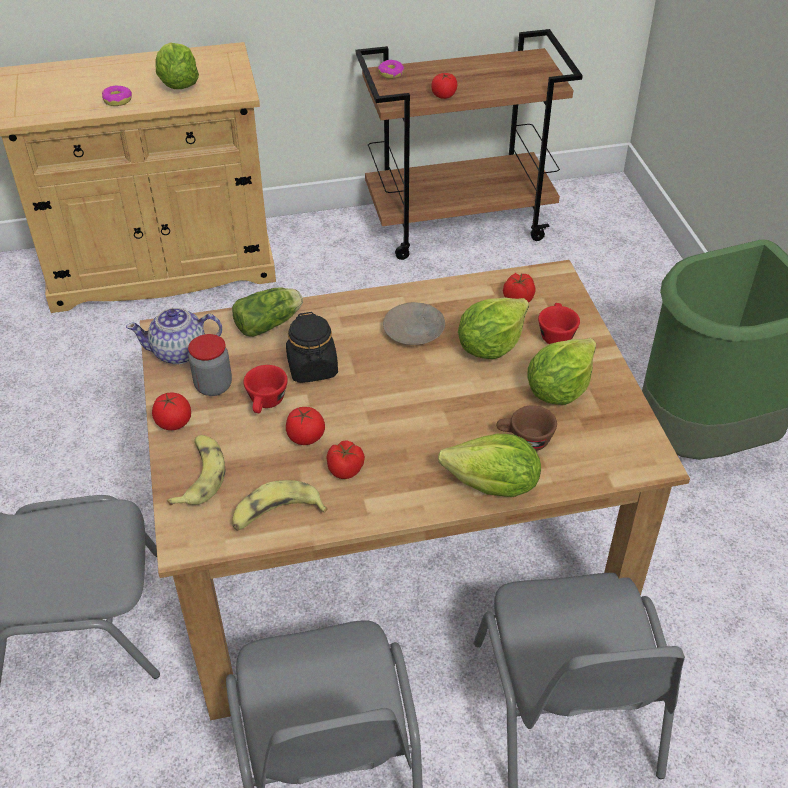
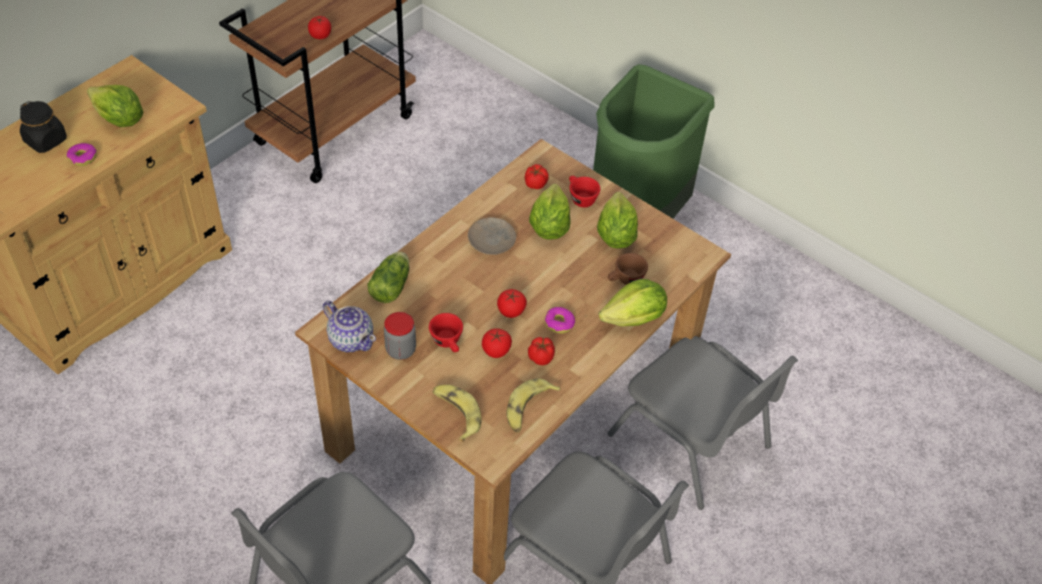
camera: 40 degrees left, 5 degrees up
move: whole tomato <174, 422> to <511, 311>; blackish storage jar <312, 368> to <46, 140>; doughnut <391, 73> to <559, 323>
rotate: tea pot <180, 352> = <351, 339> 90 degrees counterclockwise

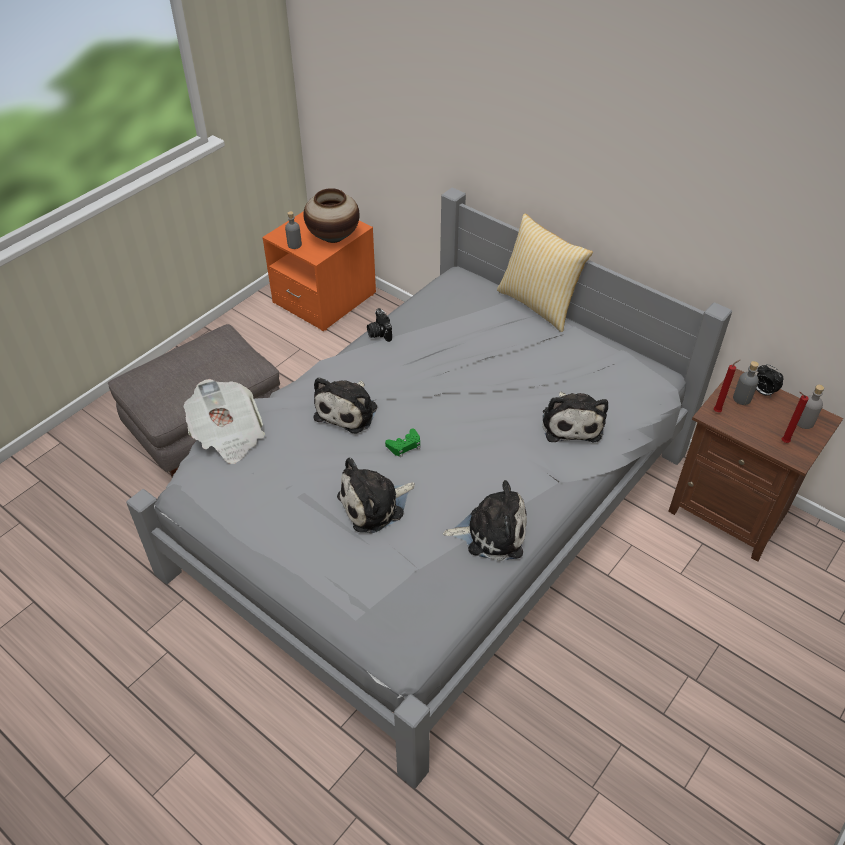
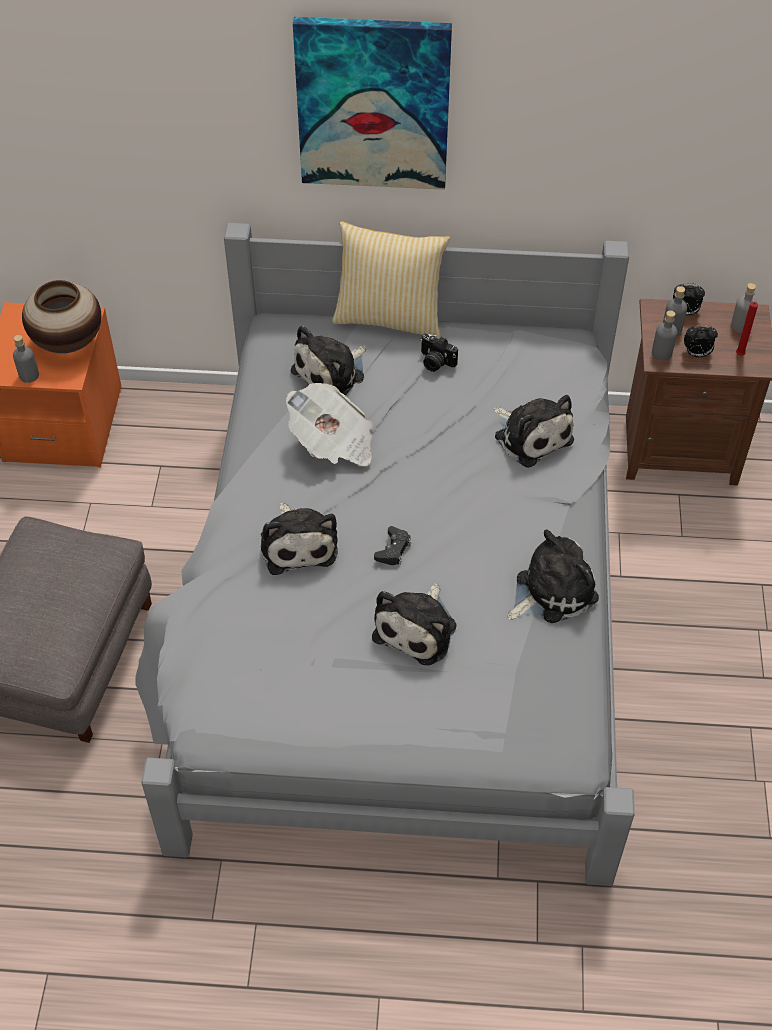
camera: 35 degrees left, 5 degrees up
insert: cuddly toy <332, 373>; wall picture <373, 104>; bedside clock <696, 354>
move: daily paper <228, 435> to <333, 443>; still camera <379, 333> to <435, 362>
replace: red candle <718, 411> to grey bottle <661, 353>
recolor: green-coloured joypad <404, 445> to blackish joypad <393, 550>

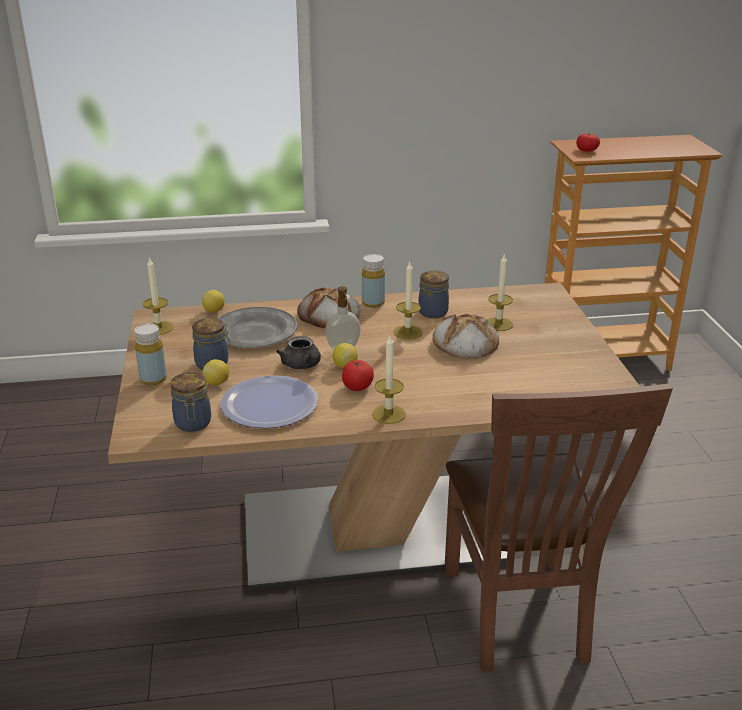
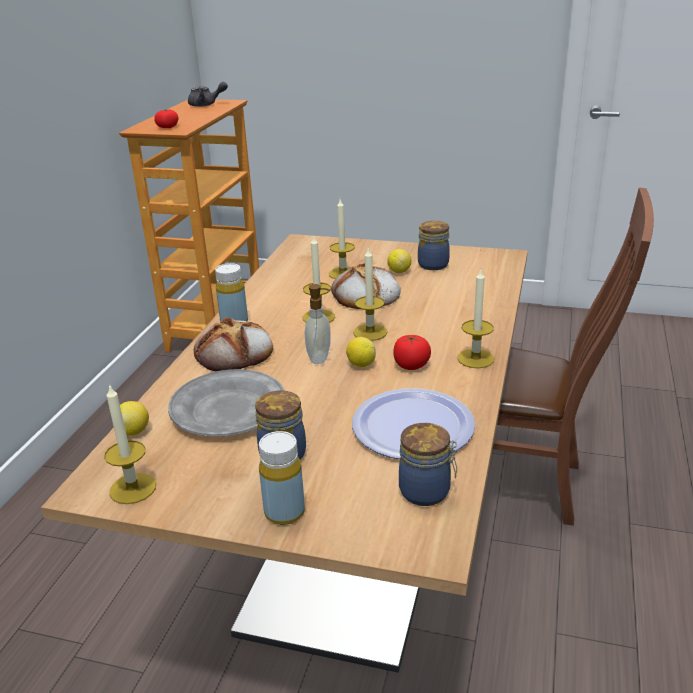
camera: 65 degrees left, 0 degrees up
insert: candle <370, 332>
move: citrus fruit <217, 383> to <399, 271>; grey tea pot <303, 365> to <206, 105>; storage jar <434, 312> to <432, 264>

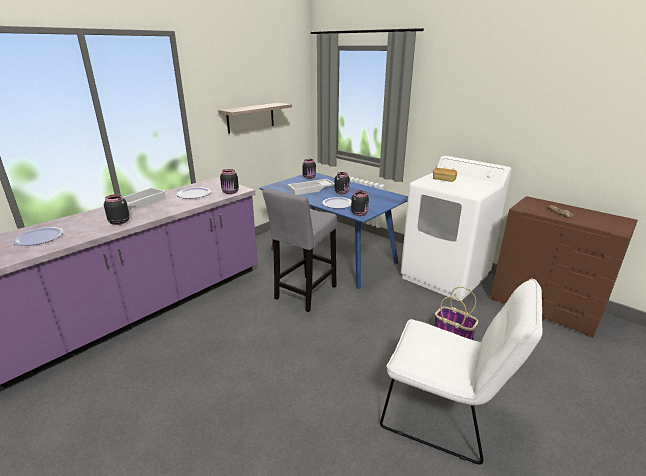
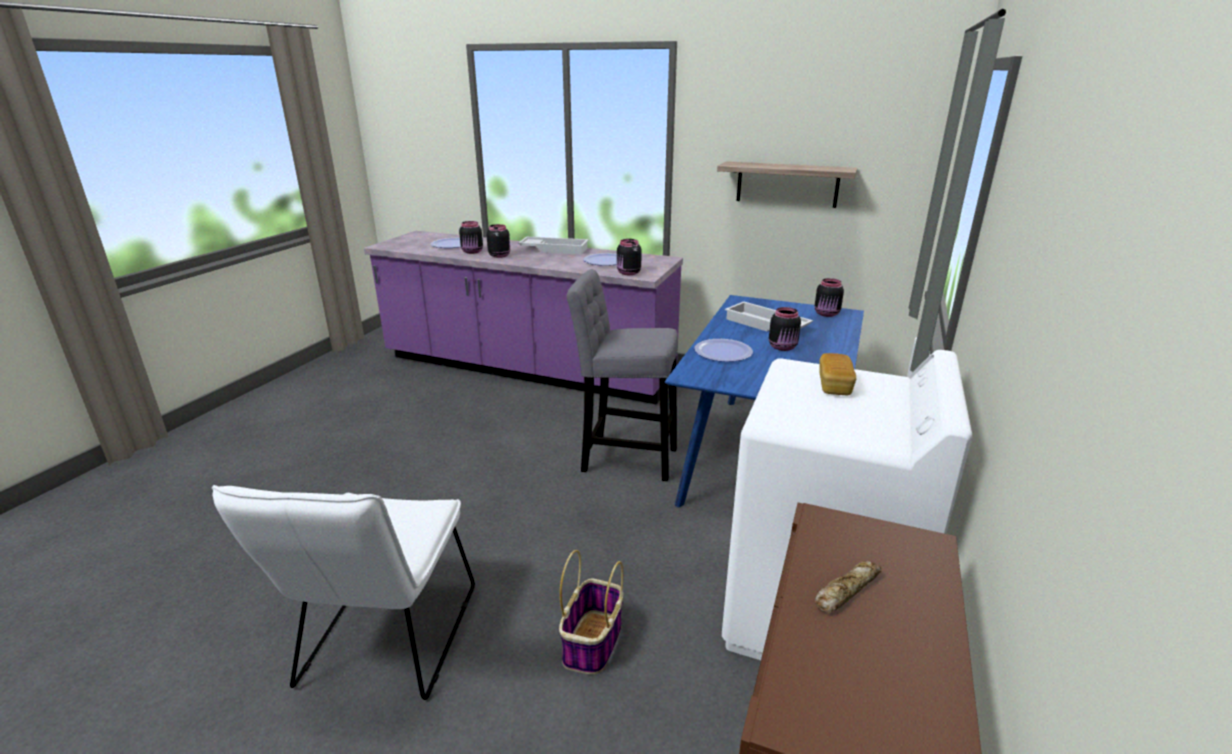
camera: 70 degrees right, 0 degrees up
move: blackish storage jar <360, 214> to <472, 252>

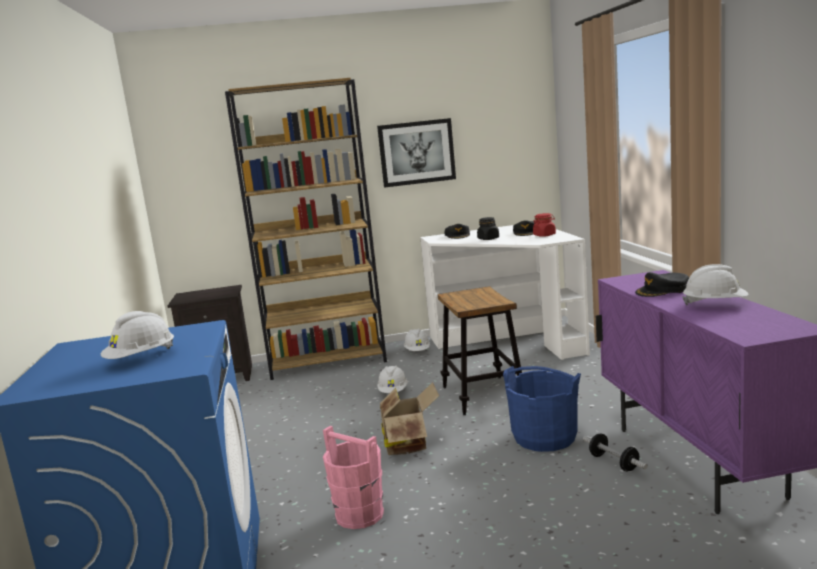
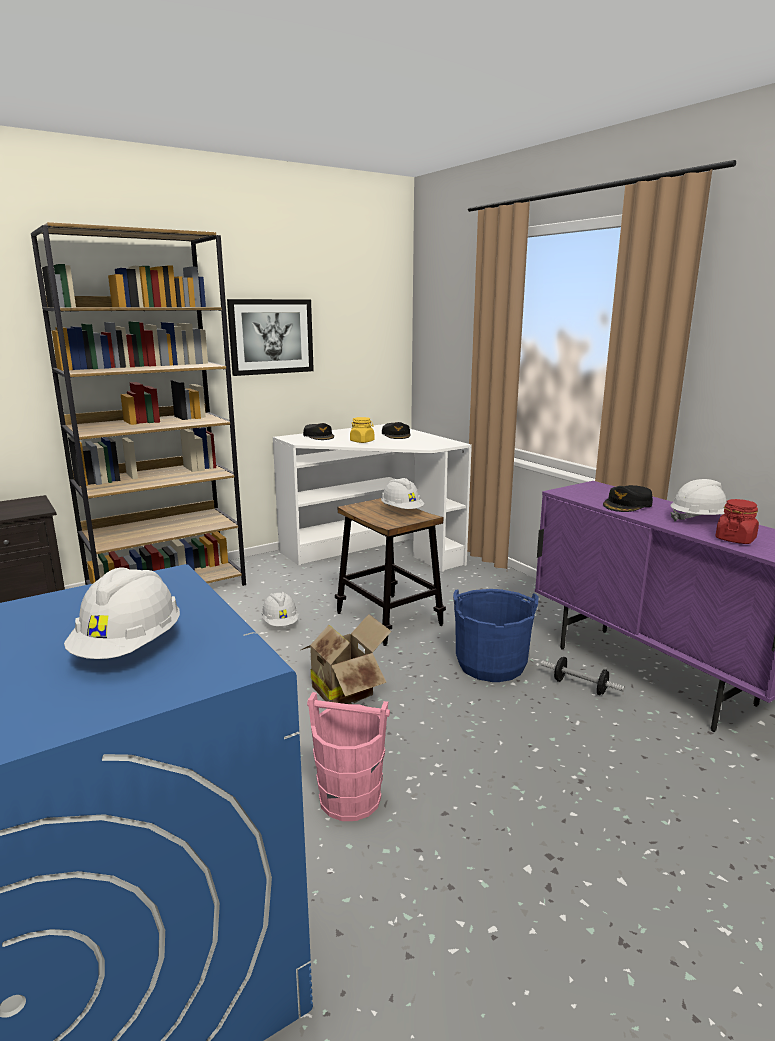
camera: 25 degrees left, 5 degrees up
move: whitish safety helmet <417, 351> to <402, 510>; red storage jar <544, 235> to <735, 539>
recolor: blackish storage jar <488, 239> to yellow storage jar <362, 441>

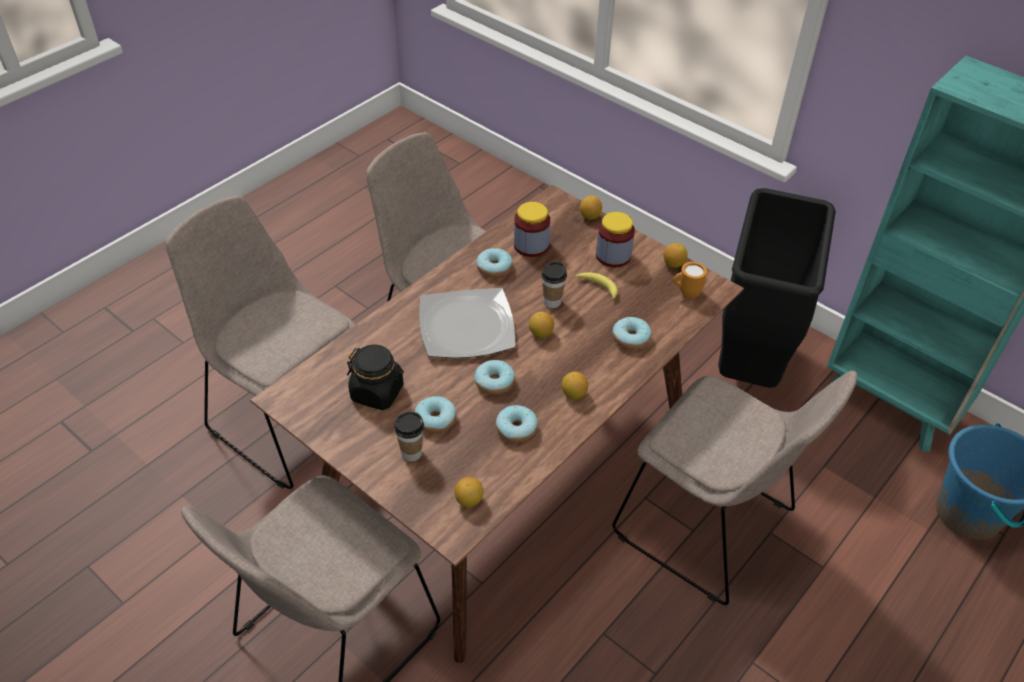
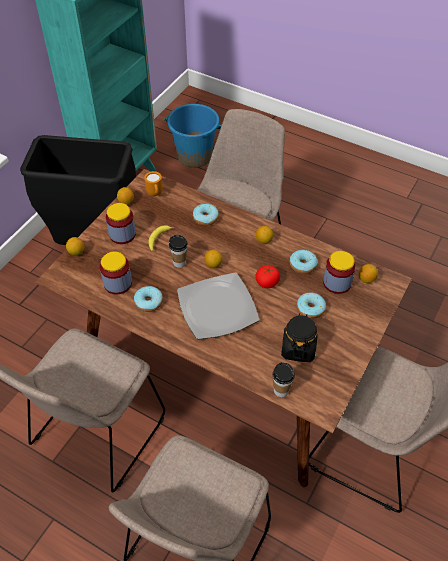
camera: 100 degrees left, 5 degrees up
insert: storage jar <337, 283>
move: drinking cup <411, 453> to <281, 390>
replace: doughnut <494, 382> to whole tomato <267, 283>

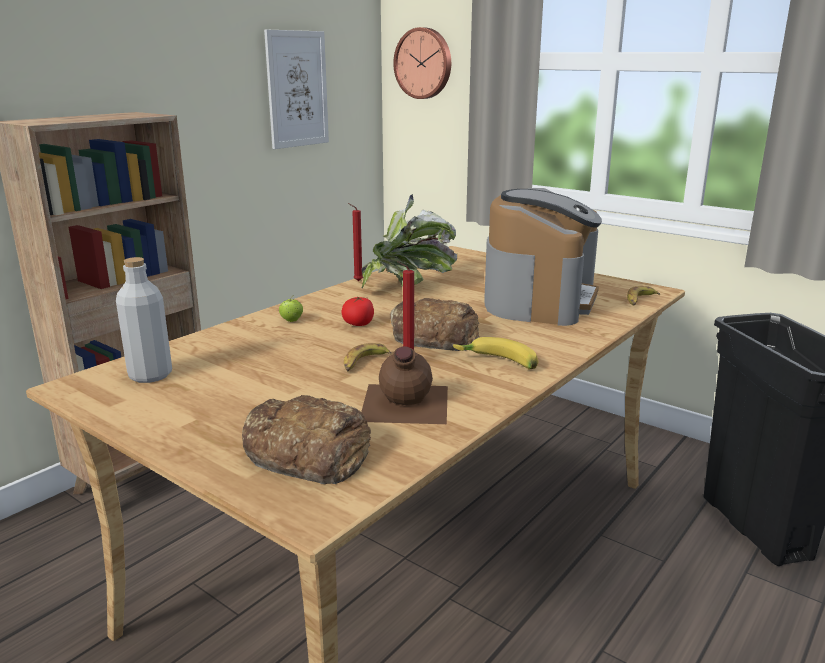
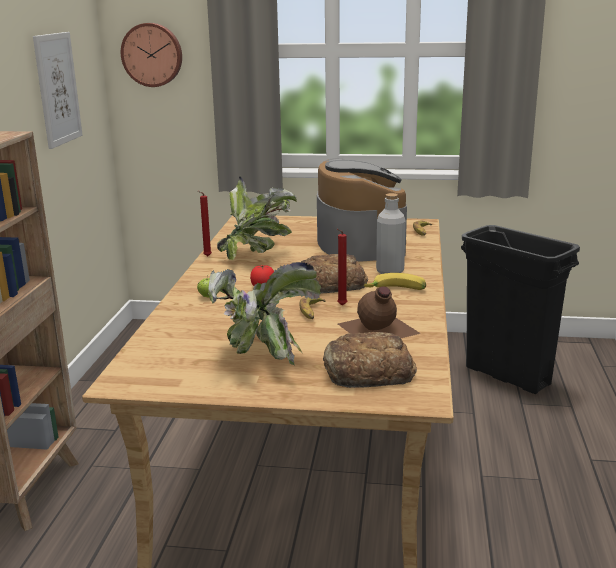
camera: 30 degrees left, 0 degrees up
insert: houseplant <260, 356>
move: grey bottle <150, 375> to <390, 271>

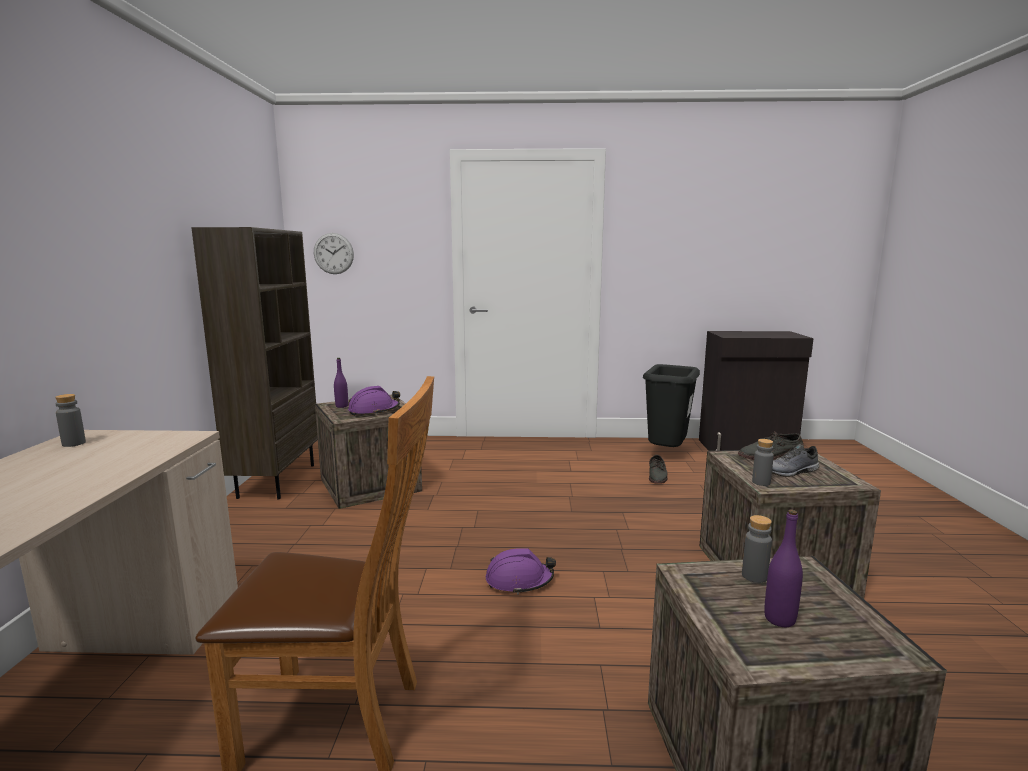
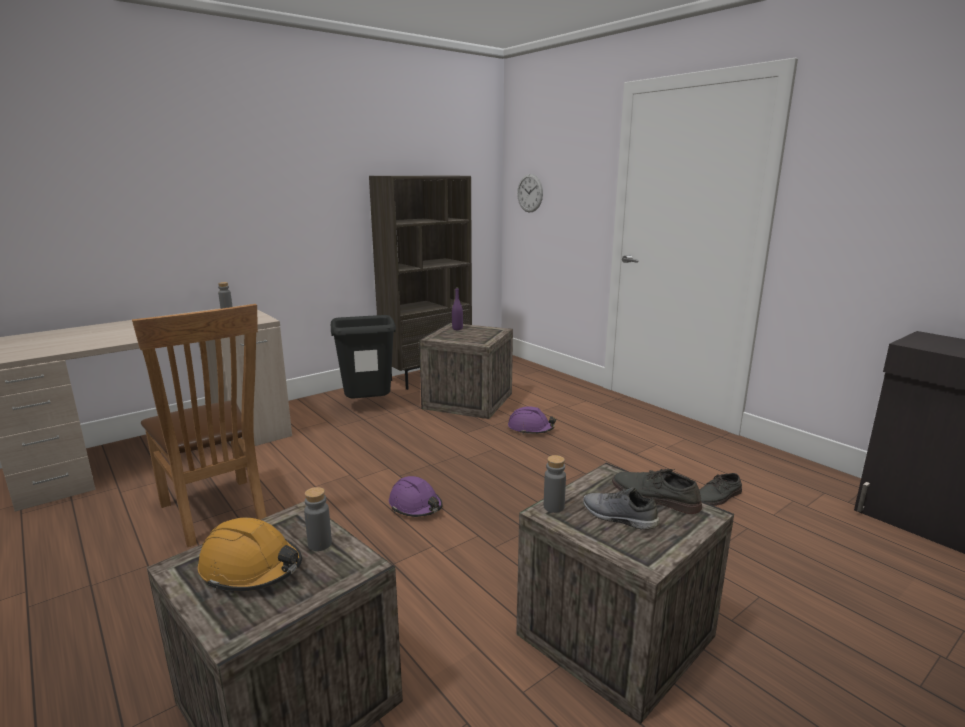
camera: 50 degrees right, 5 degrees up
move: purple safety helmet <374, 411> to <530, 429>; blackish rubbish bin <666, 454> to <368, 406>
replace: purple bottle <779, 619> to orange safety helmet <251, 568>

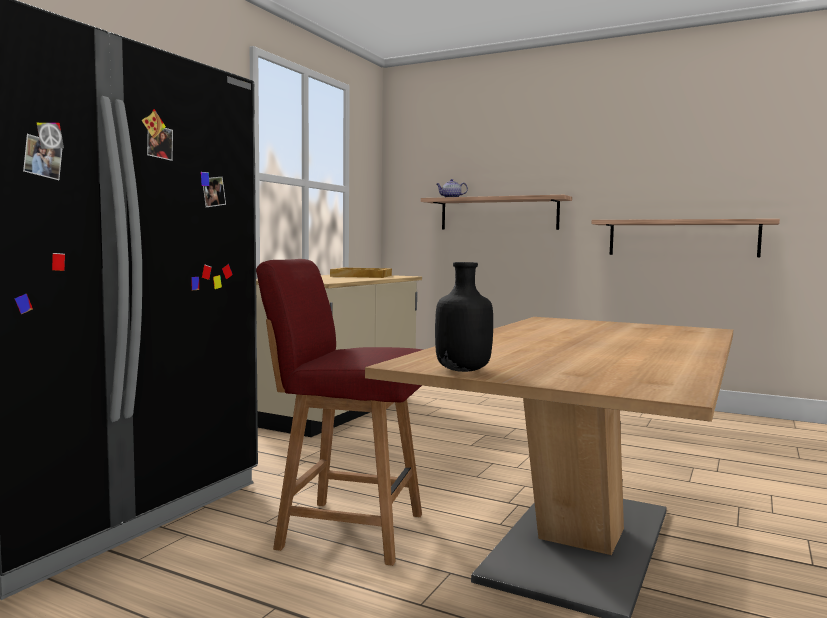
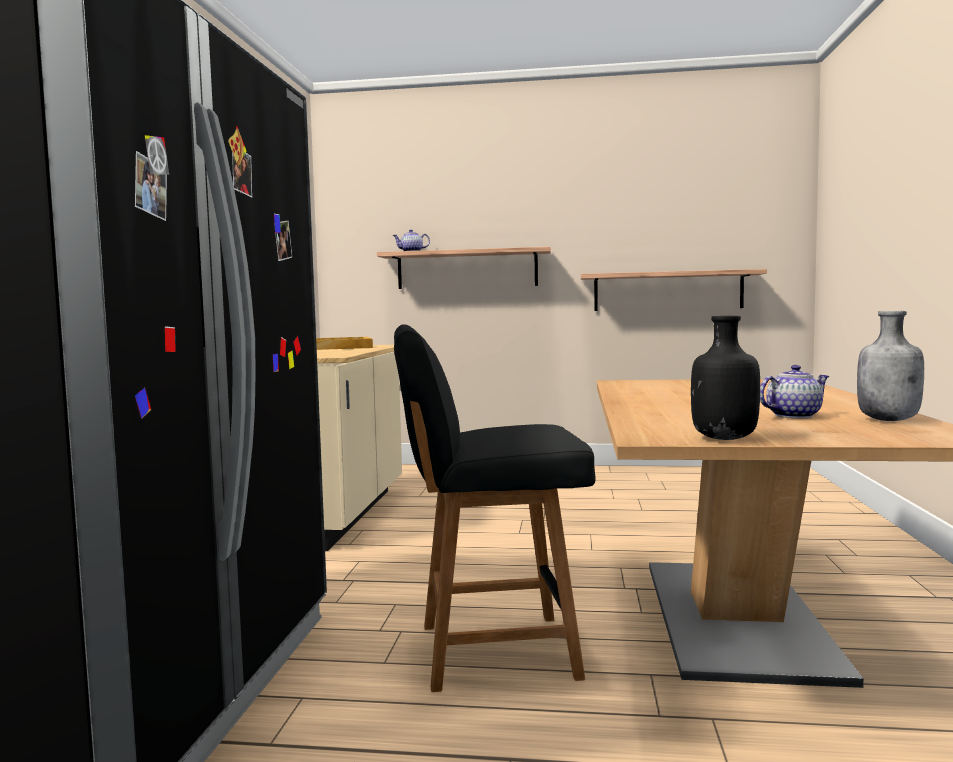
camera: 20 degrees left, 0 degrees up
insert: tea pot <793, 416>; grey bottle <889, 420>
recolor: red plain chair <348, 530> to blackish plain chair <492, 651>

